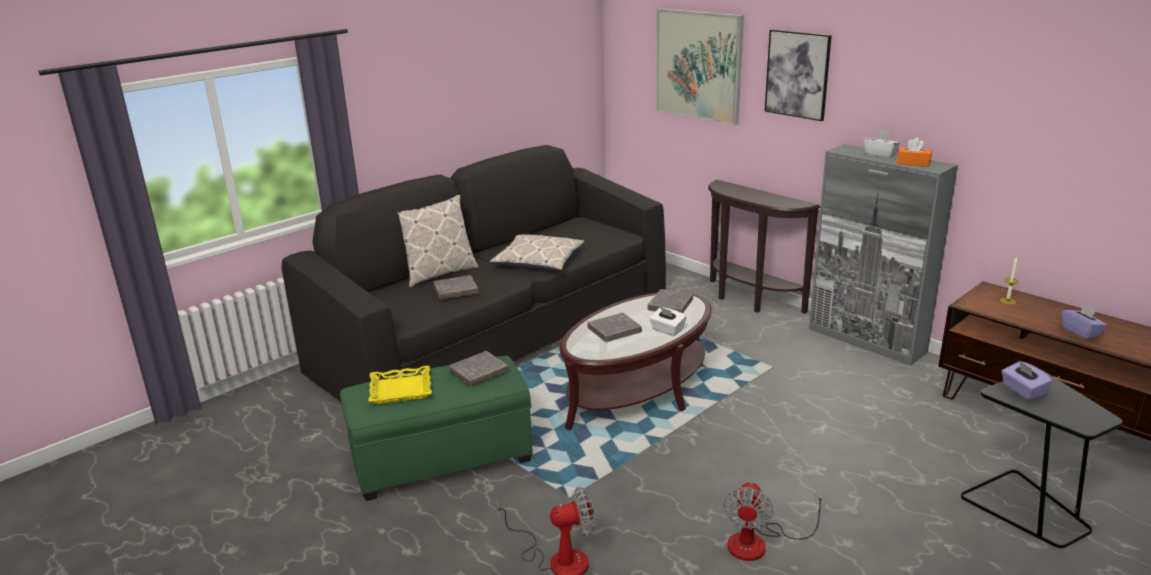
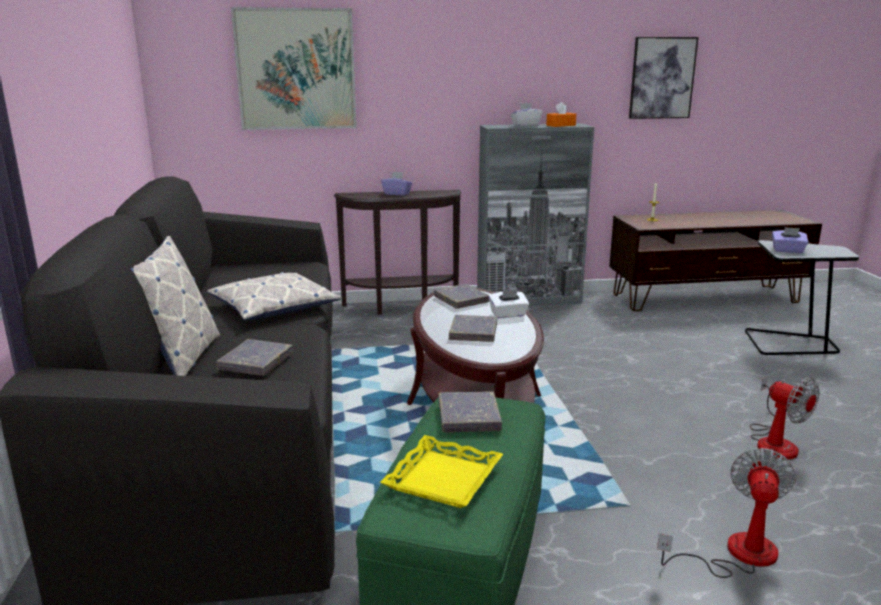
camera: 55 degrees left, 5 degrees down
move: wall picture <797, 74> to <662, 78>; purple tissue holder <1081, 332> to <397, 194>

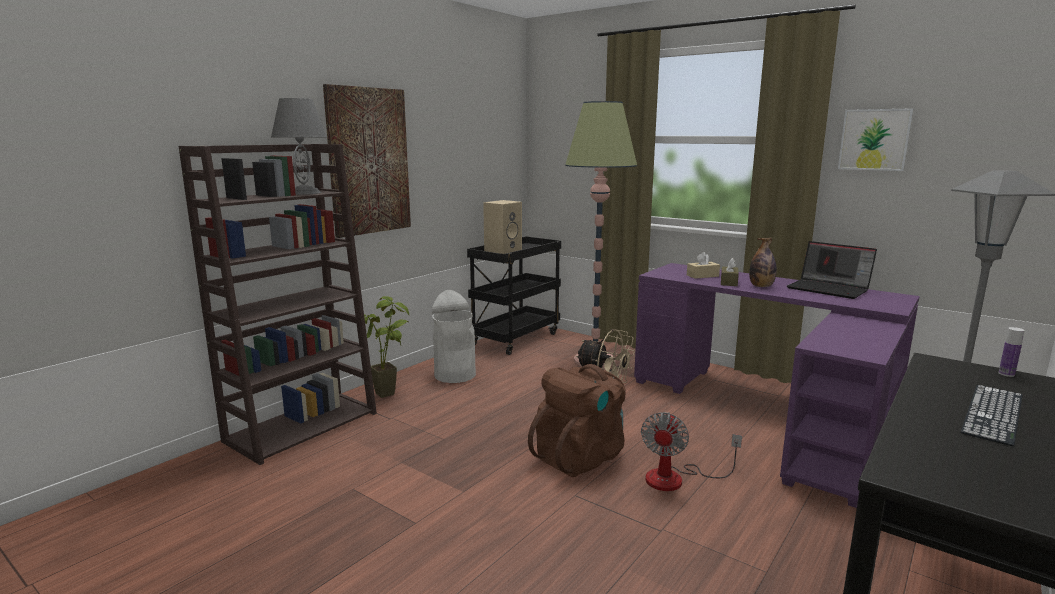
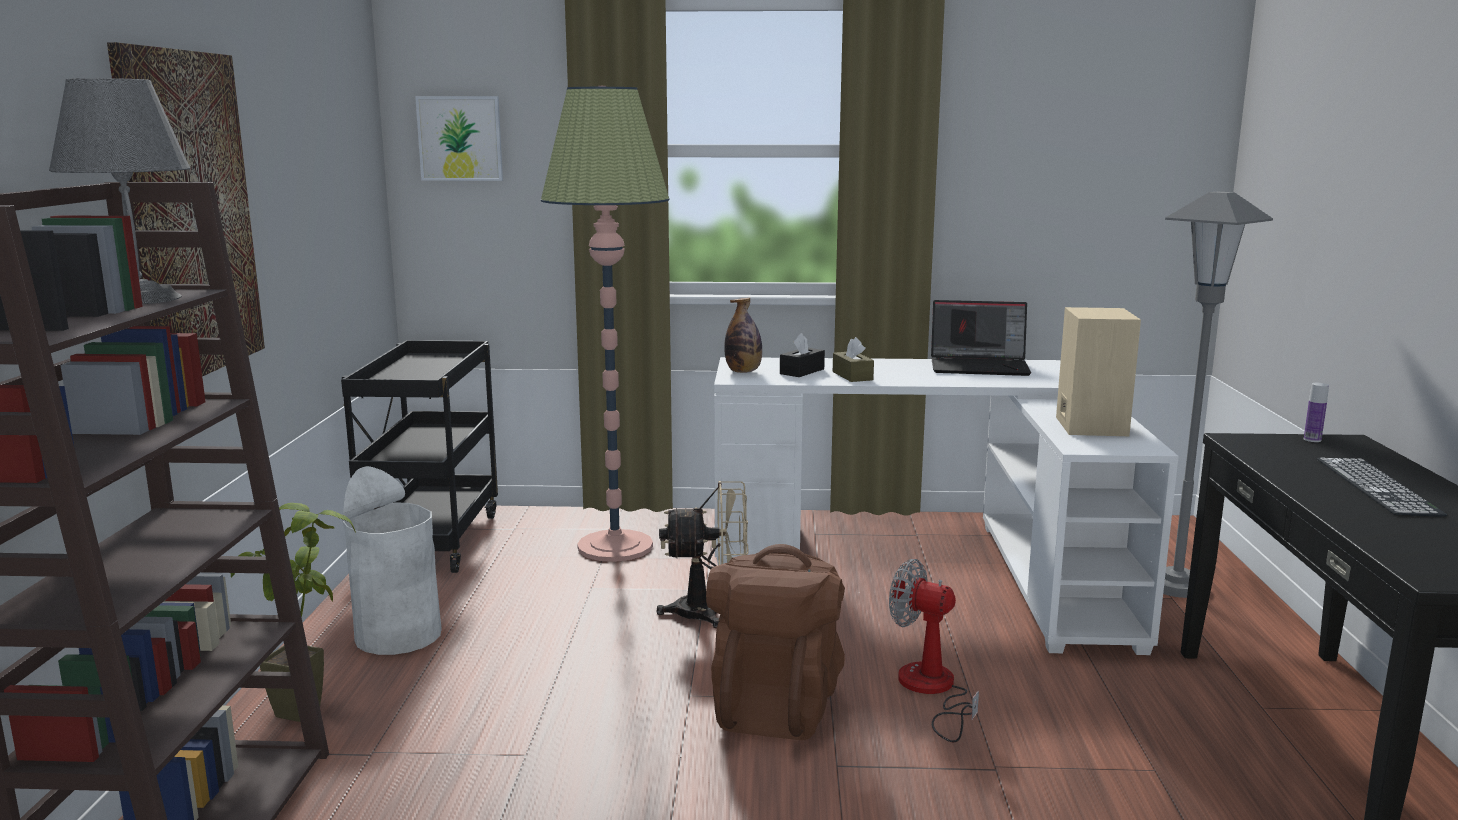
camera: 35 degrees left, 0 degrees up
move: beige-coloured audio speaker <503, 252> to <1089, 426>; bottle <761, 286> to <743, 372>; wall picture <874, 139> to <460, 138>
recolor: purple desk unit <775, 414> to whitish desk unit <941, 562>; beige-coloured tissue holder <702, 276> to blackish tissue holder <802, 371>
rotate: electric fan <676, 478> = <932, 691> 135 degrees clockwise

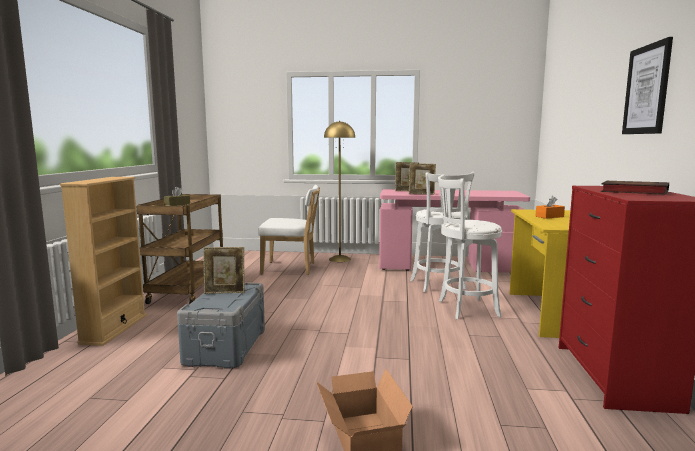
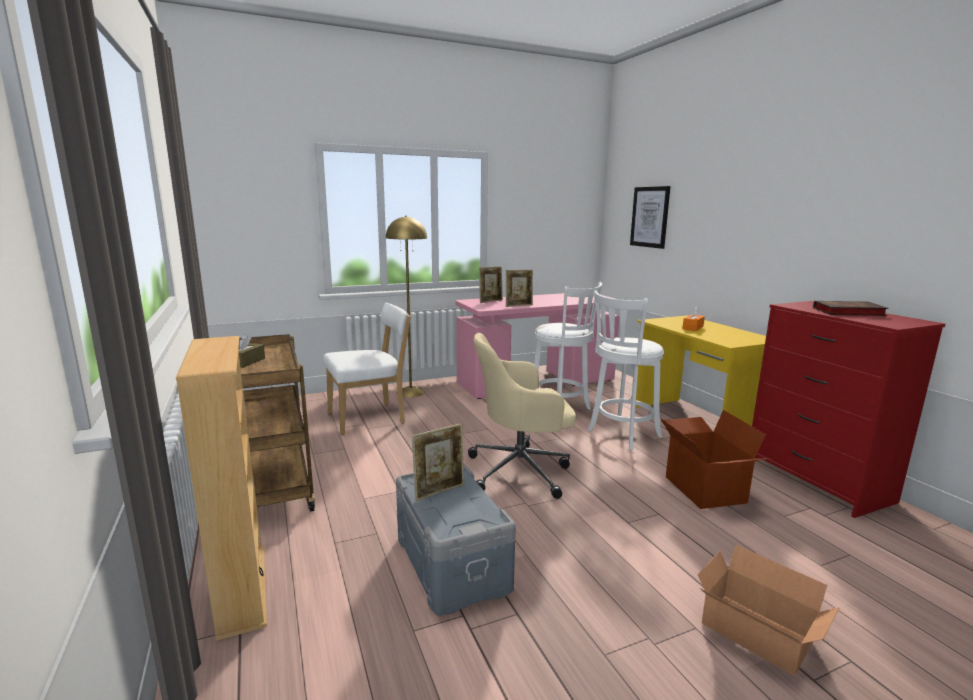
camera: 30 degrees left, 5 degrees up
insert: beige-coloured desk chair <521, 470>; packing box <703, 489>
move: wall picture <647, 90> to <650, 217>

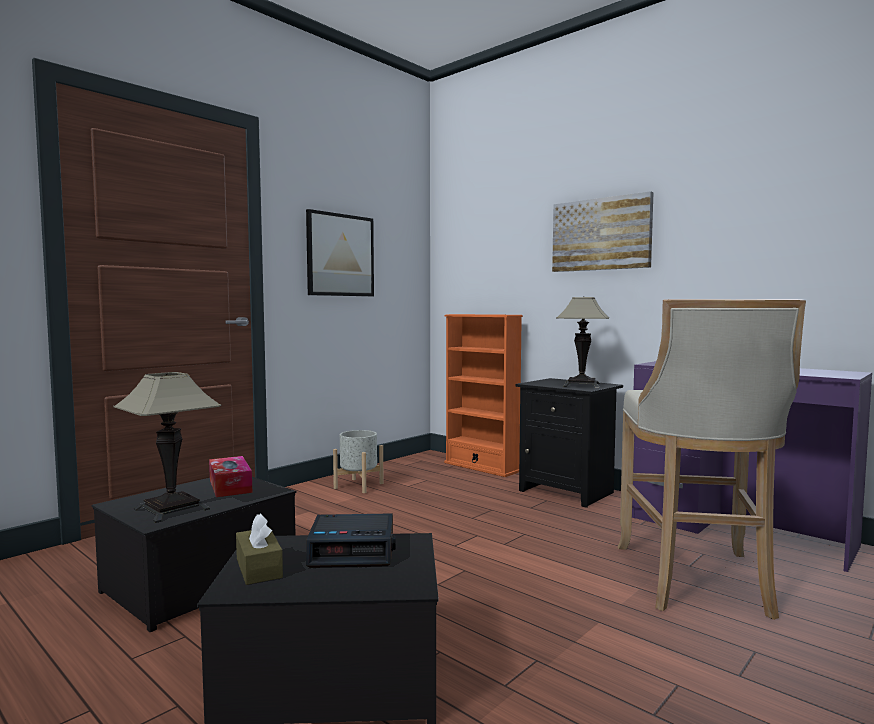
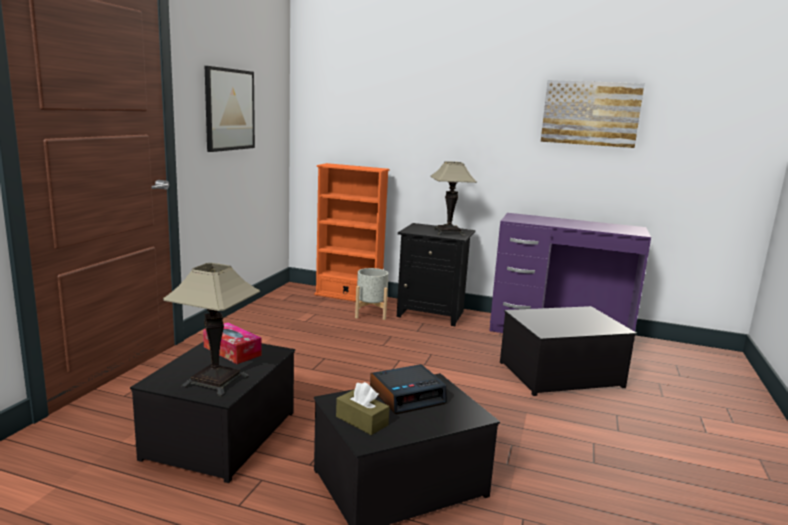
camera: 25 degrees left, 10 degrees up
move: grey flower pot <358, 485> to <370, 313>; wall picture <601, 234> to <590, 113>
replace: beige-coloured stool seat <696, 582> to storage bin <560, 375>

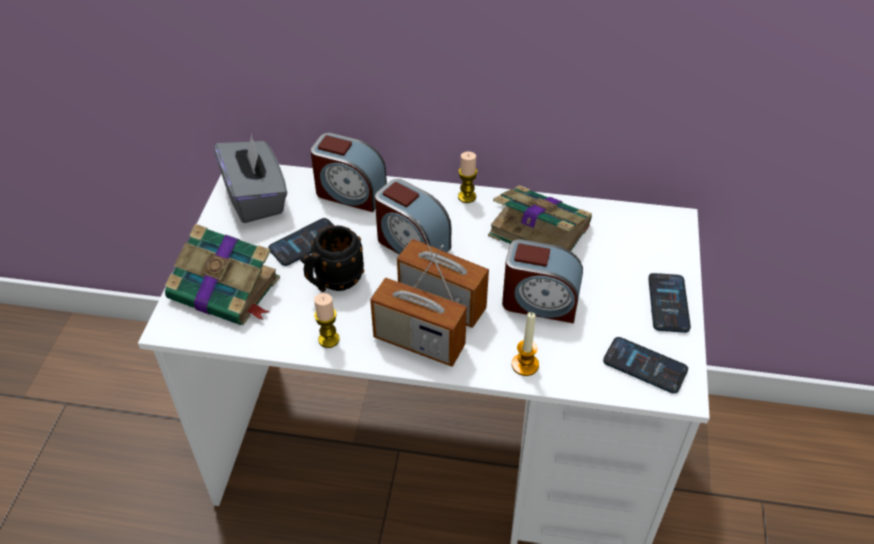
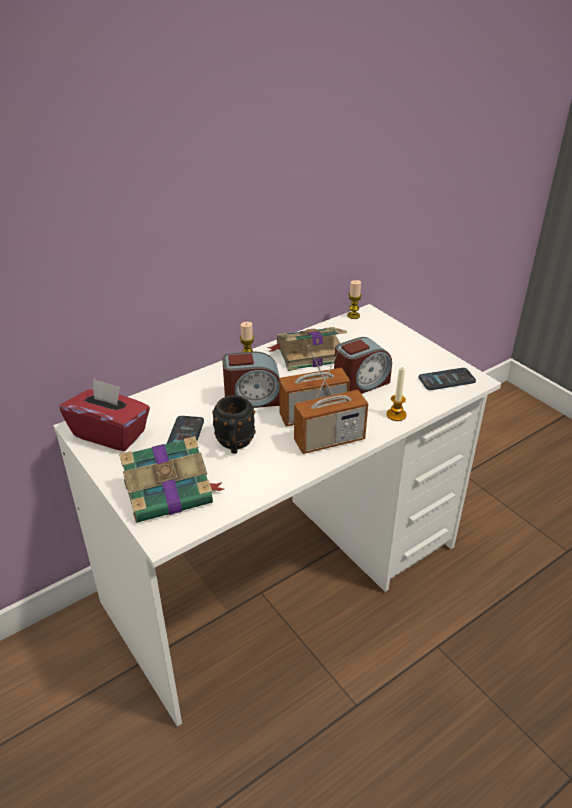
camera: 45 degrees left, 10 degrees down
delete: bedside clock <350, 193>; phone <668, 303>
move: candle <329, 339> to <353, 315>
recolor: grey tissue holder <256, 197> to red tissue holder <110, 433>

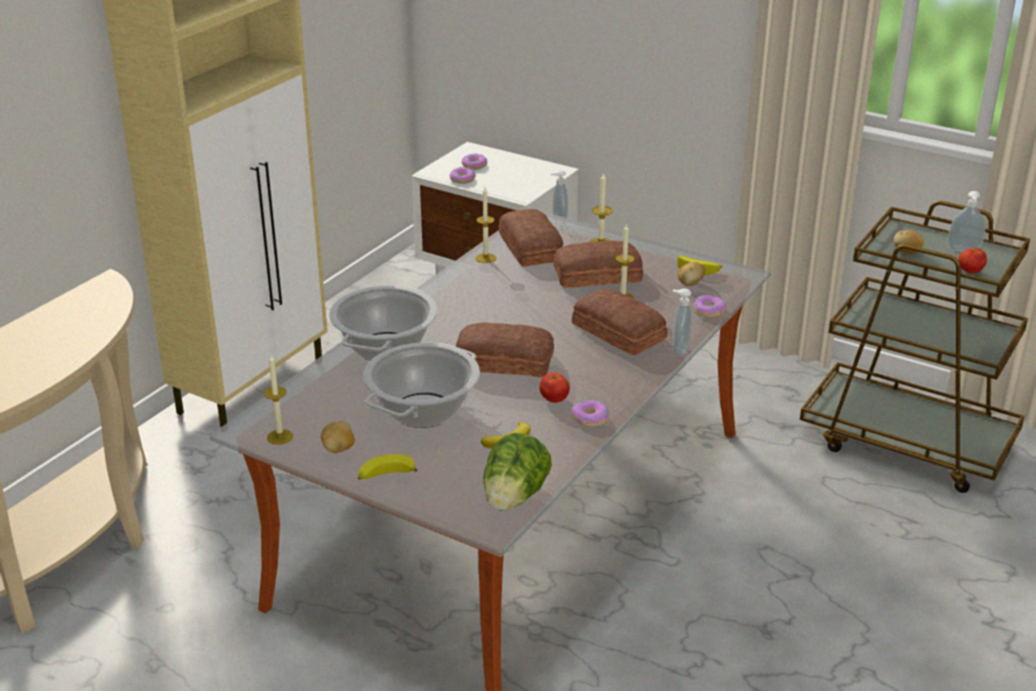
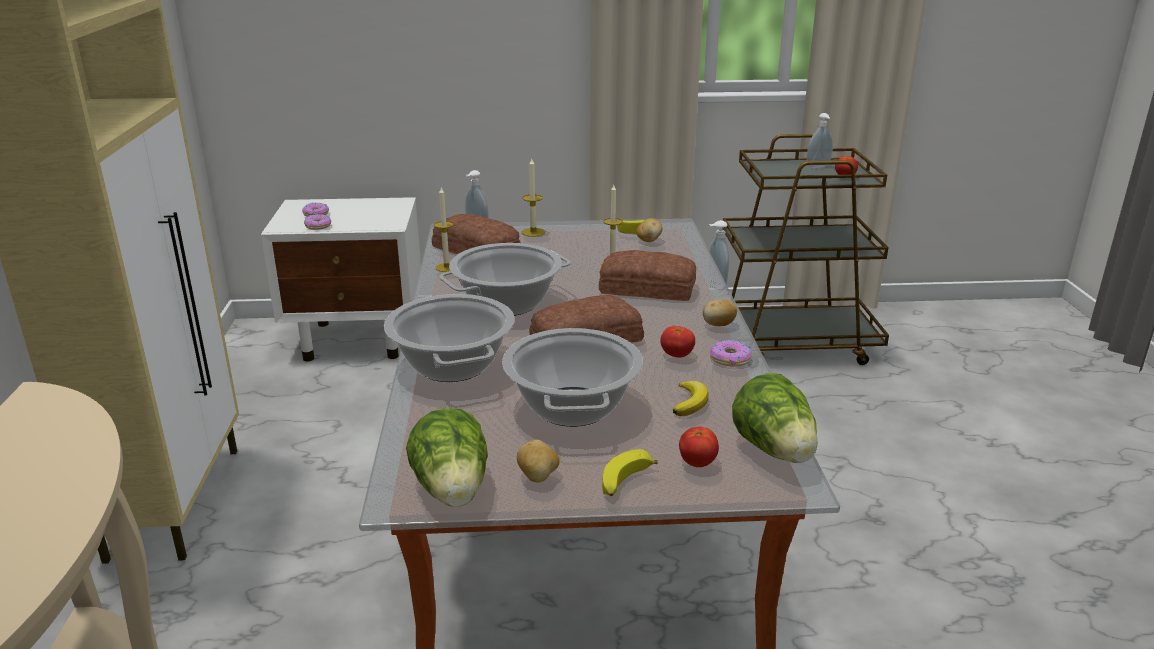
camera: 35 degrees left, 5 degrees down
delete: bakery bread <596, 274>; doughnut <708, 311>
insert: saucepot <507, 304>; whole tomato <697, 463>
move: whole potato <907, 252> to <718, 325>
replace: candle <280, 437> to lettuce head <453, 491>

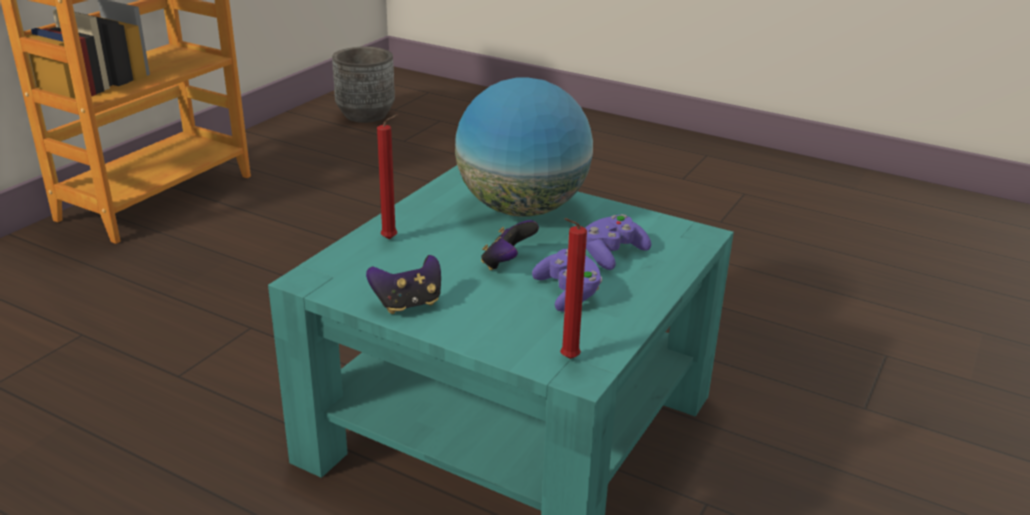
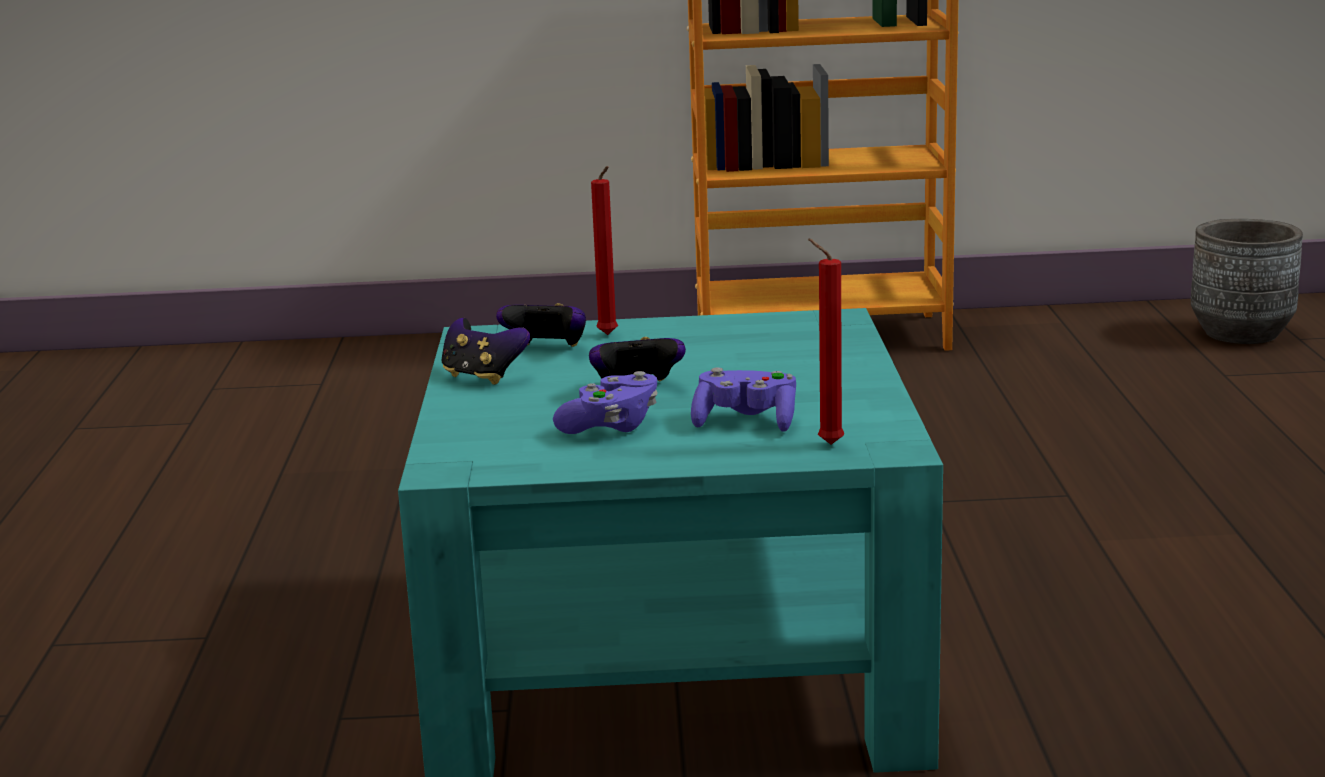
camera: 60 degrees right, 10 degrees down
delete: desk globe <521, 209>
insert: joypad <546, 349>
move: red candle <567, 359> to <826, 444>

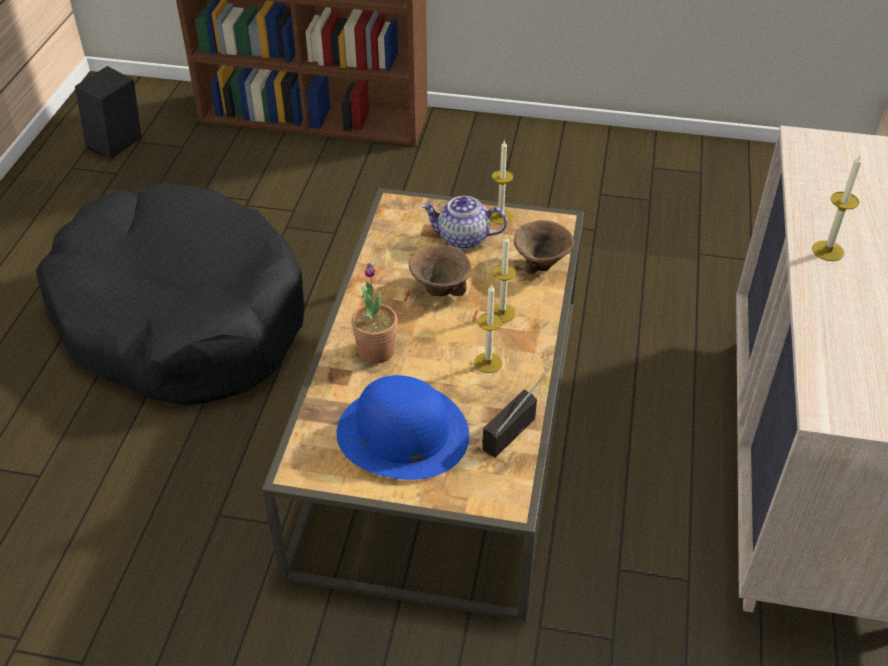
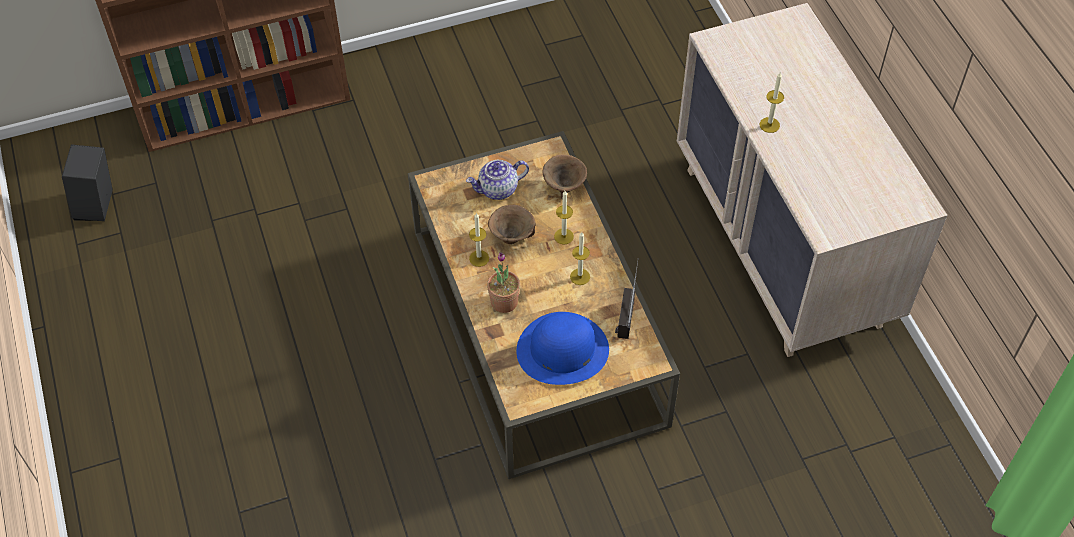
camera: 30 degrees left, 10 degrees up
delete: blackish pet bed <181, 318>
move: candle <500, 216> to <479, 258>

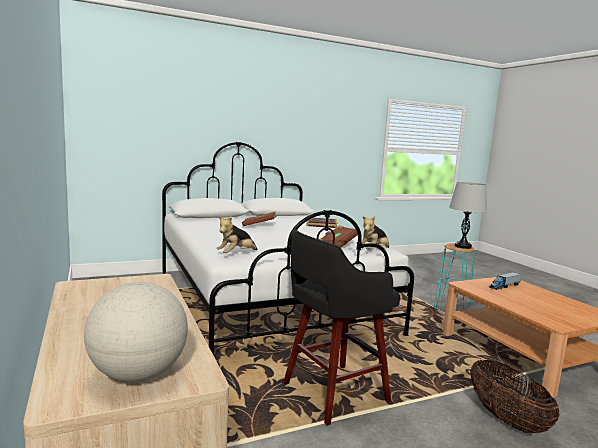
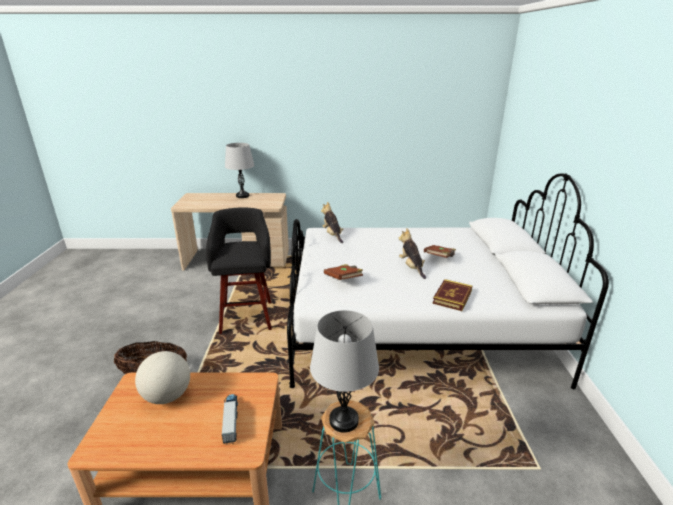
camera: 115 degrees right, 15 degrees up
insert: grey tabletop lamp <242, 196>
move: desk globe <138, 375> to <167, 396>; cuddly toy <373, 251> to <411, 267>

